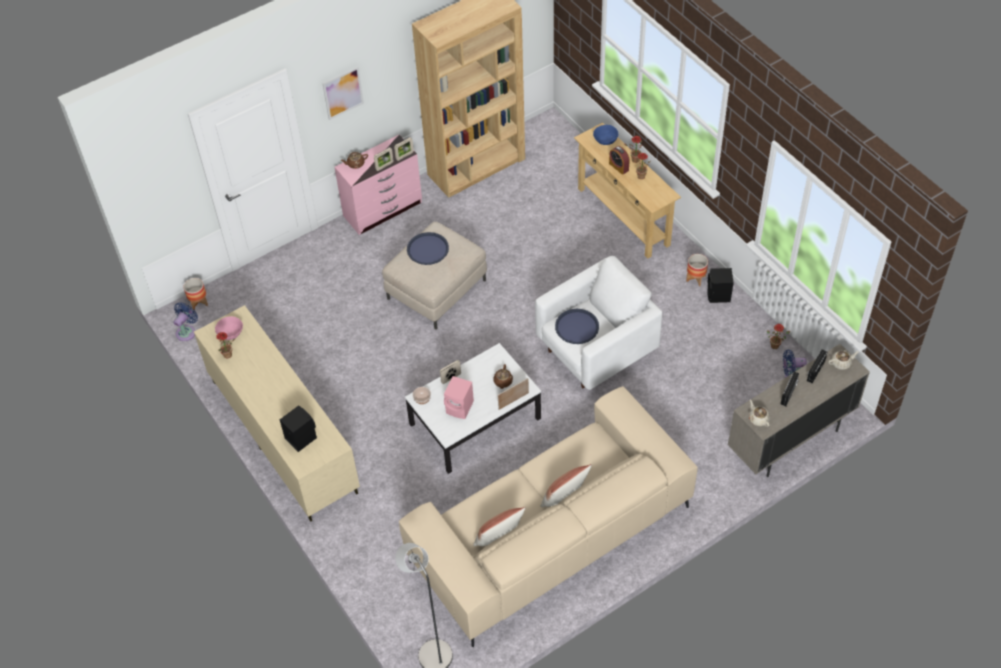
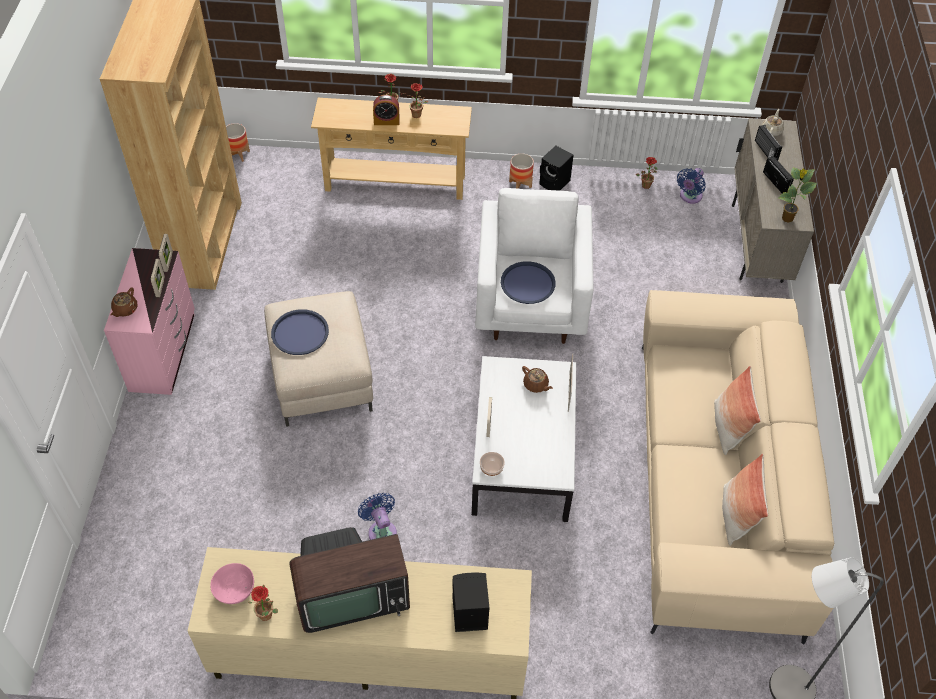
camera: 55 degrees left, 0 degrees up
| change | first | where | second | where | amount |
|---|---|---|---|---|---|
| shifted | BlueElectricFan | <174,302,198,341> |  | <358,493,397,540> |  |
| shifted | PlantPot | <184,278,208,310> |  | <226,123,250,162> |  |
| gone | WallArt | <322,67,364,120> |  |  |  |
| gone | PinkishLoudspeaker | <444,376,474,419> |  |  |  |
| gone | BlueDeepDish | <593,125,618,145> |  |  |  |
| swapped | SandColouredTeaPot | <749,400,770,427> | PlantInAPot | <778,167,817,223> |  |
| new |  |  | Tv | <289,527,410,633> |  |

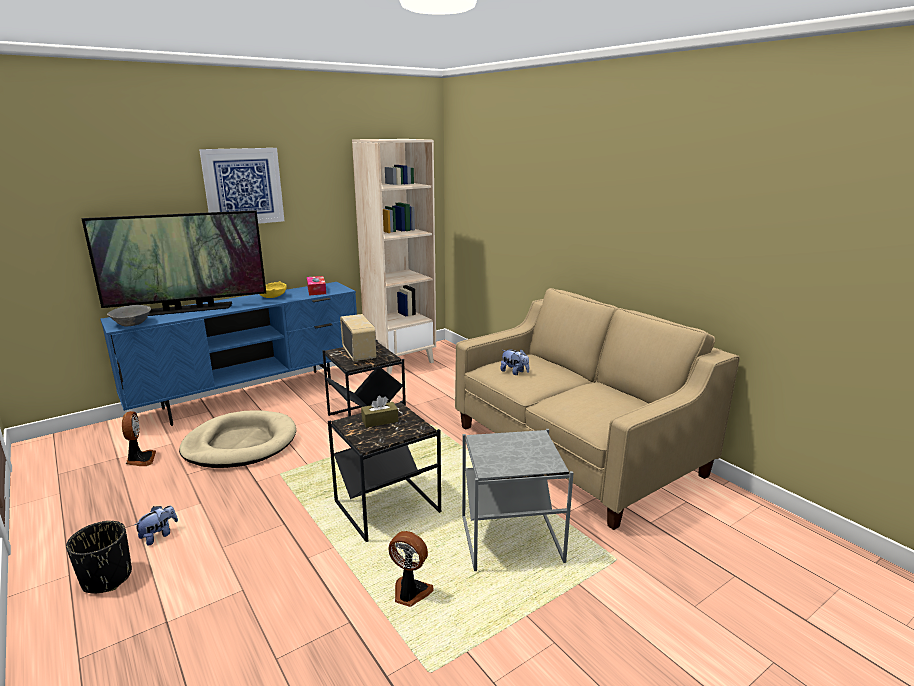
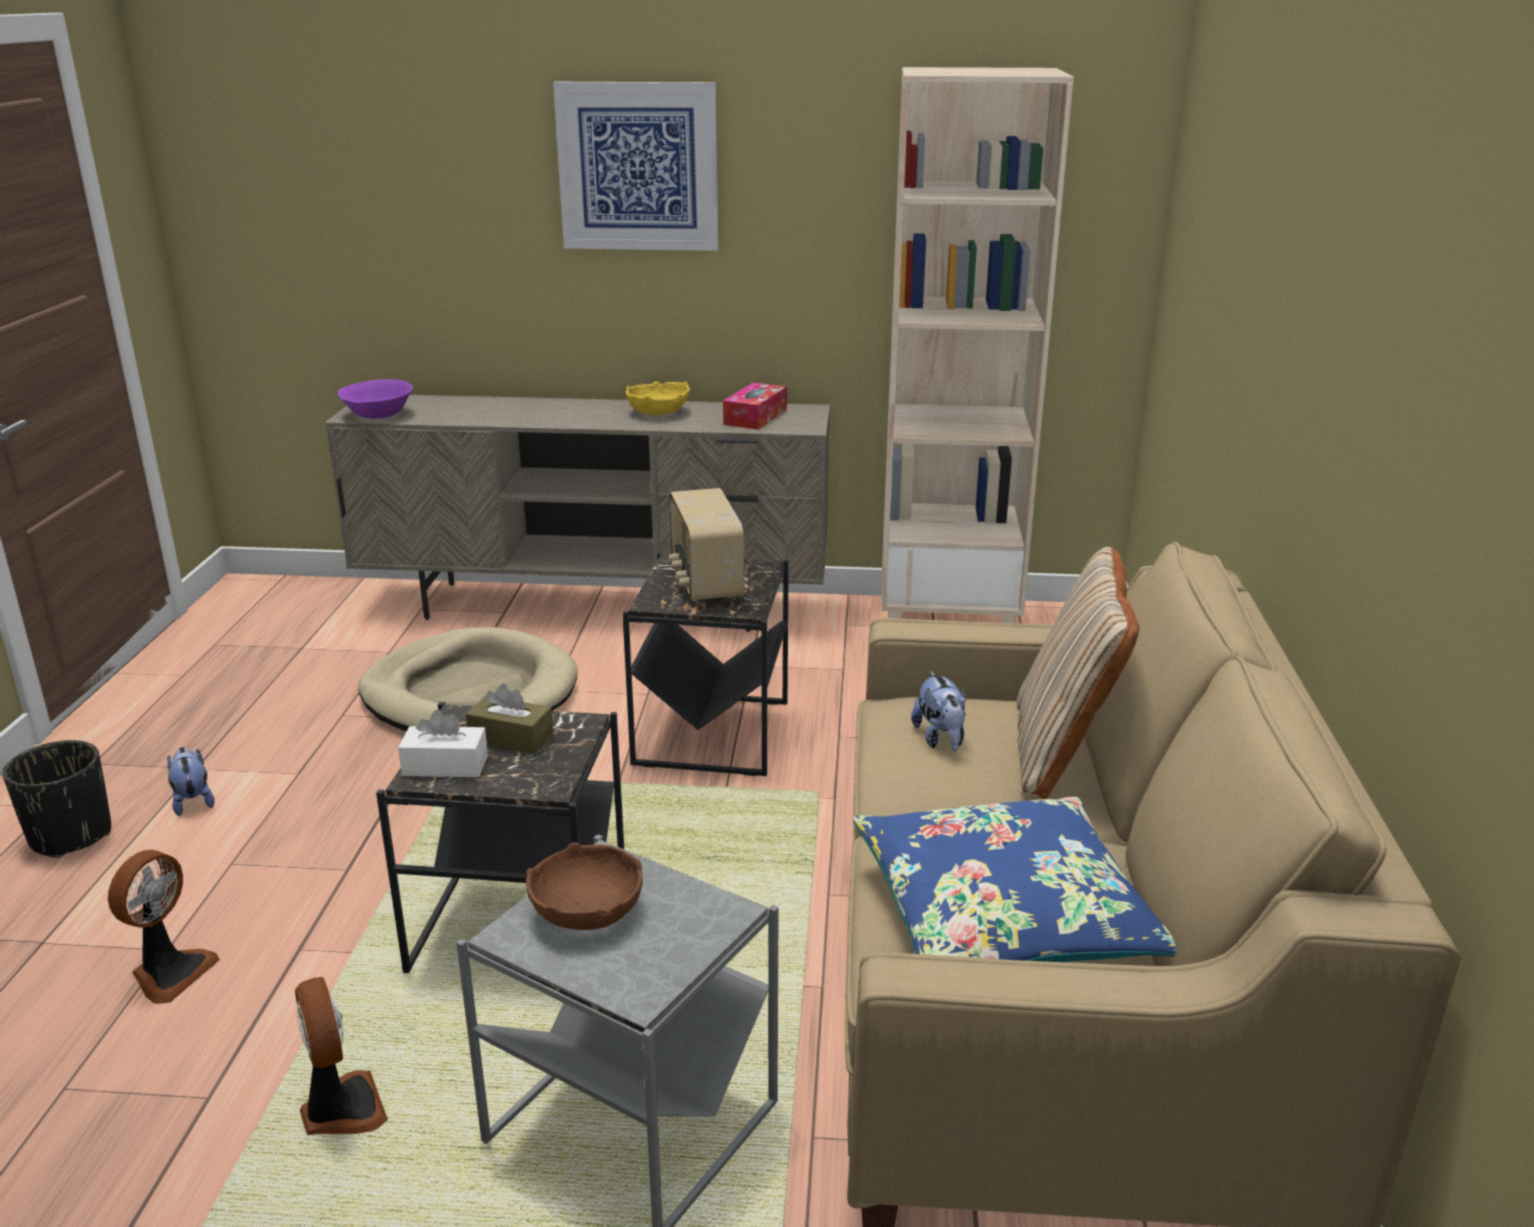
camera: 40 degrees right, 5 degrees up
| change | first | where | second | where | amount |
|---|---|---|---|---|---|
| gone | Tv | <82,210,266,316> |  |  |  |
| repainted | BlueTvUnit | <100,282,357,426> | SandColouredTvUnit | <325,395,830,632> |  |
| repainted | GreyDeepDish | <107,305,151,326> | PurpleDeepDish | <338,379,413,419> |  |
| shifted | ElectricFan | <122,411,156,466> |  | <108,850,220,1004> |  |
| rotated | CuddlyToy | <133,506,178,546> |  | <167,747,215,816> | 105 degrees counterclockwise |
| rotated | RadioReceiver | <340,314,377,362> |  | <668,488,744,601> | 150 degrees clockwise |
| new |  |  | WhitishTissueHolder | <398,710,488,777> |  |
| new |  |  | BrownDeepDish | <526,842,643,930> |  |
| new |  |  | BluePillow | <853,797,1176,962> |  |
| new |  |  | SandColouredPillow | <1017,546,1140,799> |  |

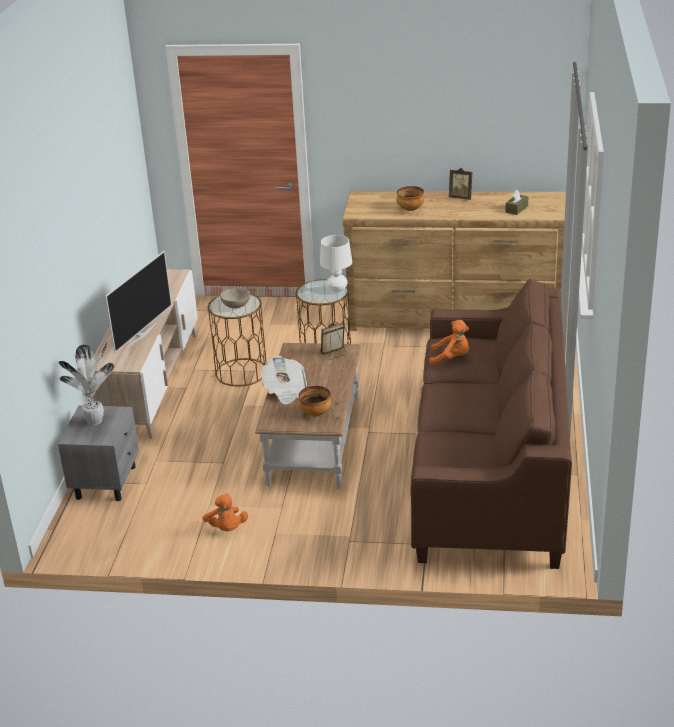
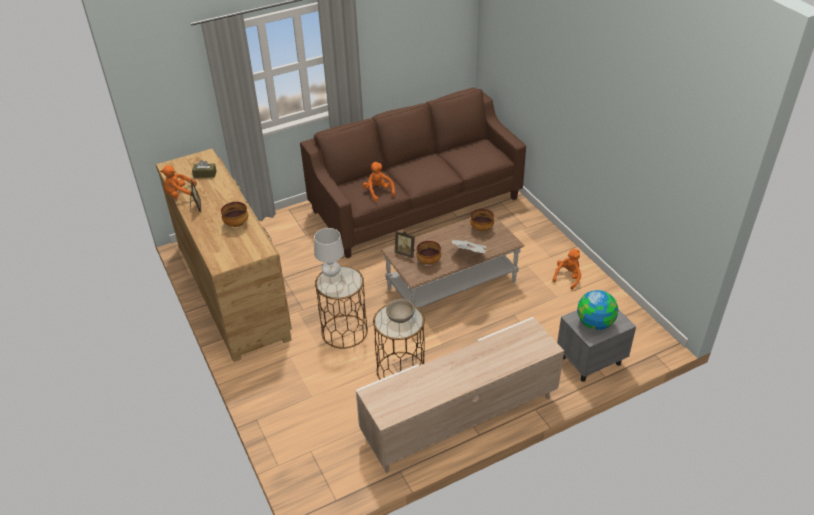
camera: 125 degrees left, 10 degrees up
| change | first | where | second | where | amount |
|---|---|---|---|---|---|
| swapped | PlantInAPot | <59,342,114,425> | DeskGlobe | <577,290,618,330> |  |
| gone | Tv | <105,251,172,353> |  |  |  |
| new |  |  | OrangeColouredCuddlyToy | <160,165,198,198> |  |
| new |  |  | DeepDish | <417,241,441,265> |  |

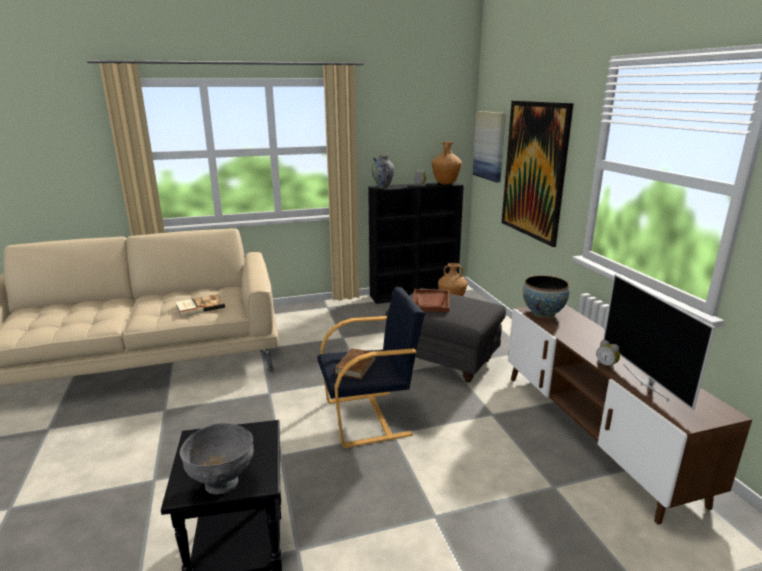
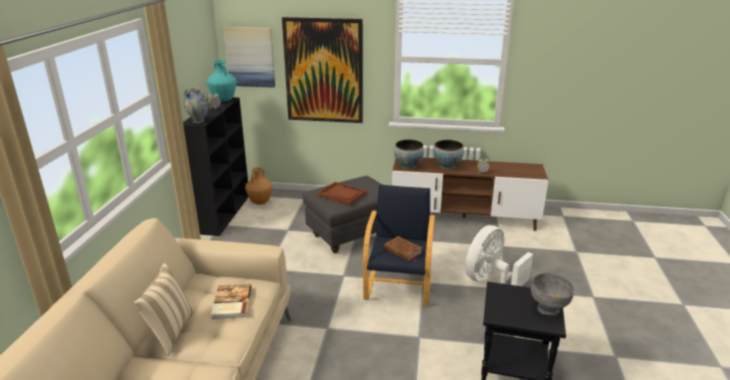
camera: 65 degrees left, 5 degrees up
| change | first | where | second | where | amount |
|---|---|---|---|---|---|
| repainted | BrownFlowerVase | <431,142,462,185> | TurquoiseFlowerVase | <206,60,237,102> |  |
| gone | Tv | <603,274,715,410> |  |  |  |
| new |  |  | SandColouredPillow | <134,263,194,356> |  |
| new |  |  | DeepDish | <434,140,464,169> |  |
| new |  |  | WhitishElectricFan | <465,225,533,286> |  |

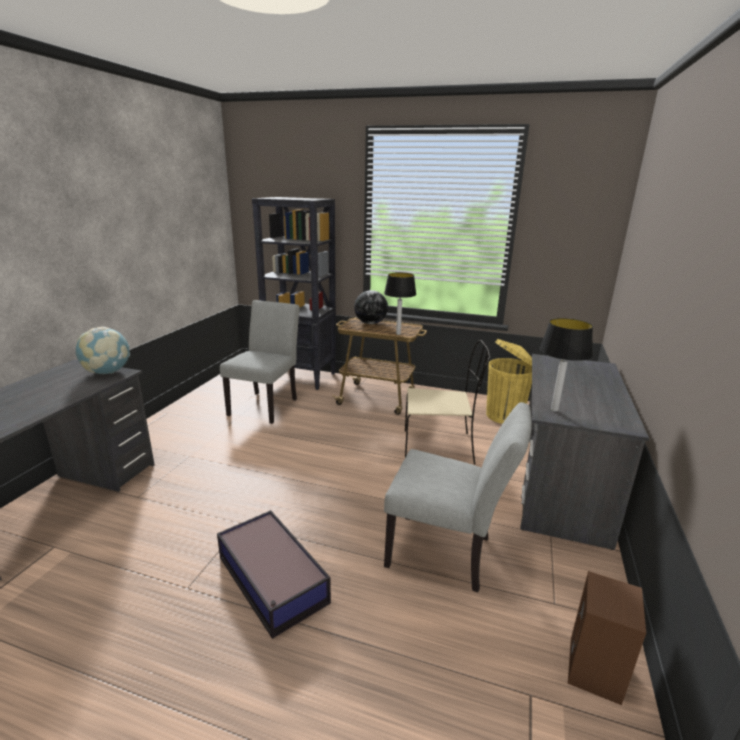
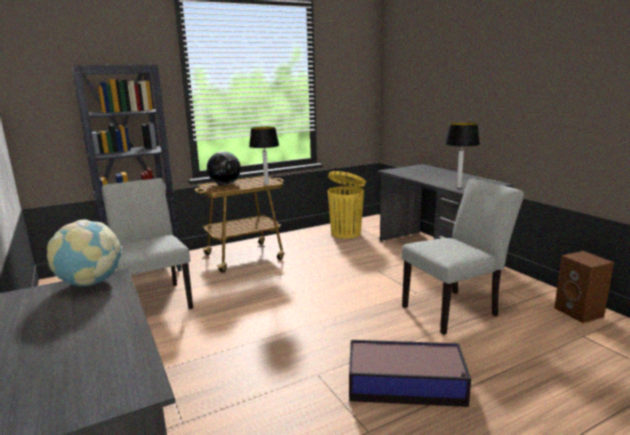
camera: 45 degrees left, 5 degrees down
| change | first | where | second | where | amount |
|---|---|---|---|---|---|
| gone | SandColouredPlainChair | <405,340,490,465> |  |  |  |

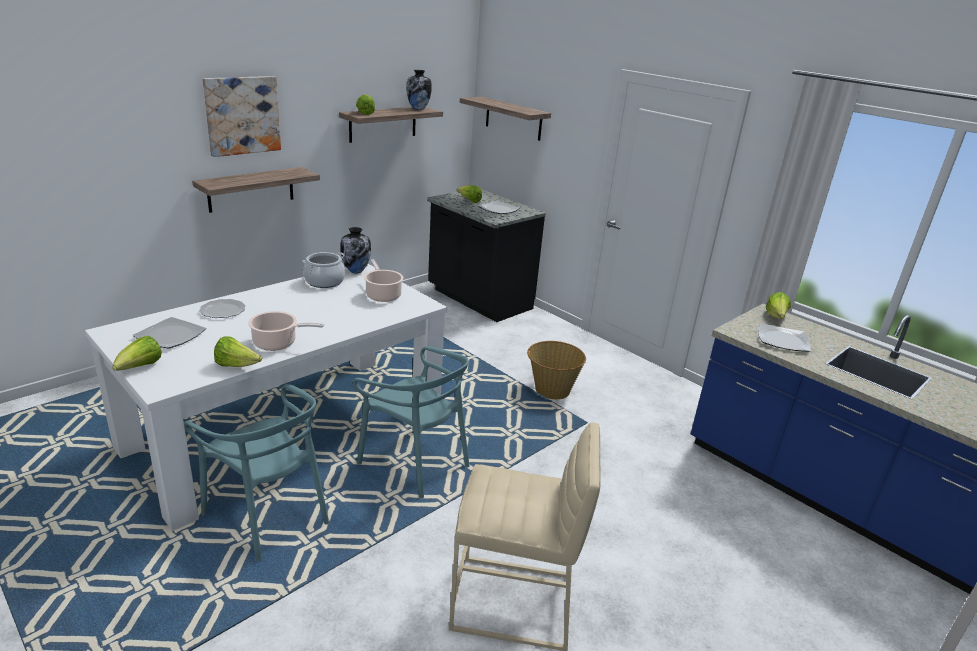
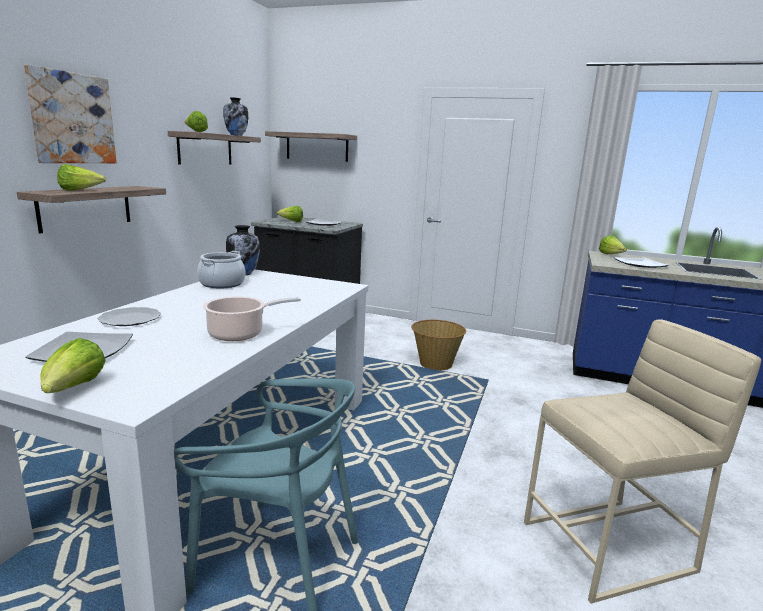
camera: 25 degrees left, 10 degrees down
| change | first | where | second | where | amount |
|---|---|---|---|---|---|
| shifted | LettuceHead | <214,336,262,367> |  | <57,164,106,191> |  |
| gone | TurquoisePlainChair | <353,346,470,499> |  |  |  |
| gone | CookingPot | <364,259,403,302> |  |  |  |

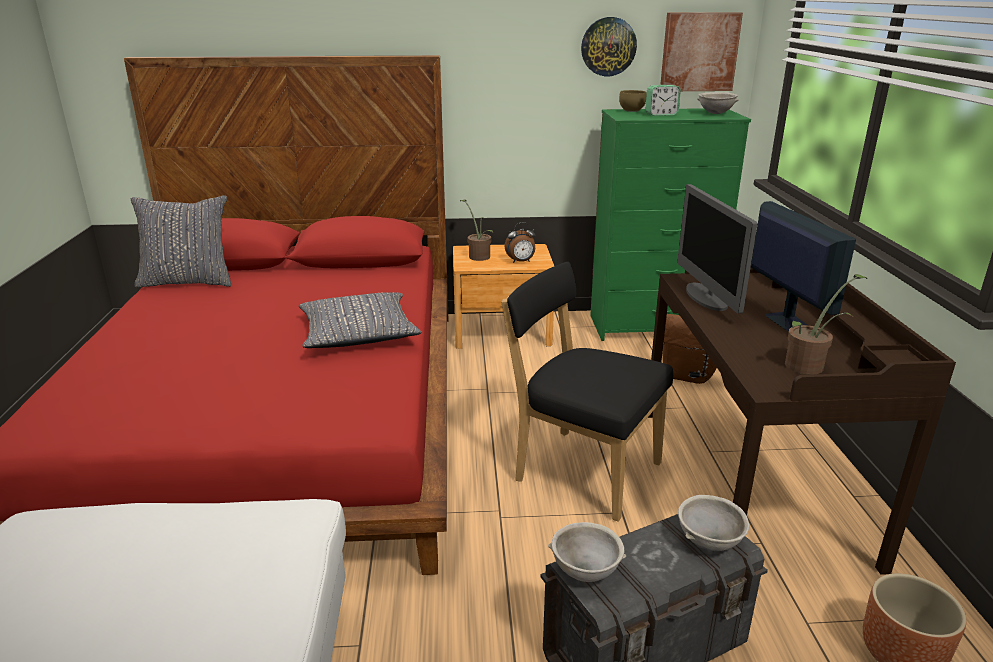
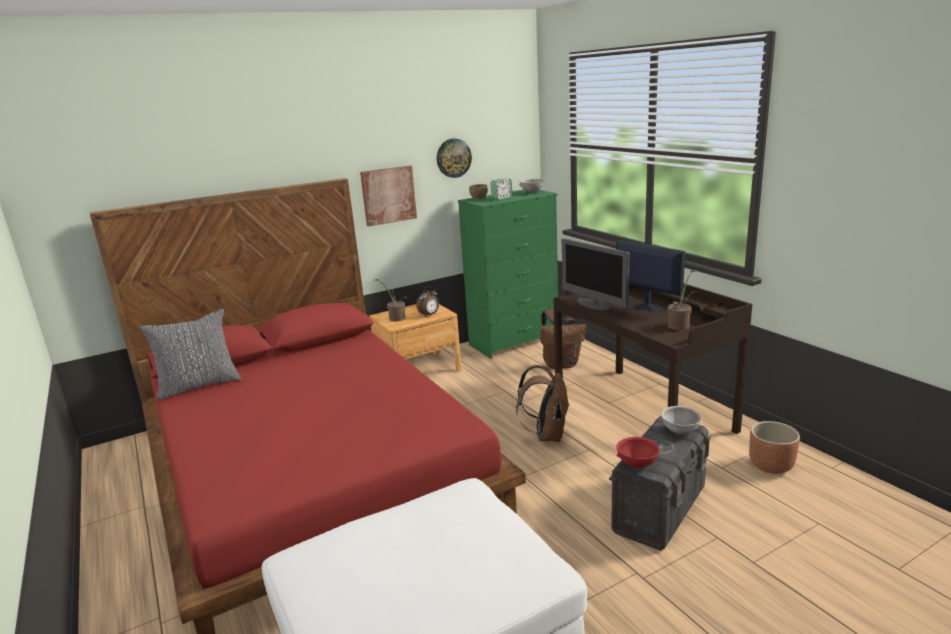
camera: 25 degrees left, 5 degrees down
| change | first | where | second | where | amount |
|---|---|---|---|---|---|
| gone | GreyPillow | <299,293,421,348> |  |  |  |
| swapped | BlackishPlainChair | <501,262,673,522> | BrownBackpack | <516,365,569,442> |  |
| repainted | GreyDeepDish | <548,522,626,582> | ReddishDeepDish | <616,437,660,468> |  |
| shifted | WallArt | <660,12,743,91> |  | <360,166,417,227> |  |

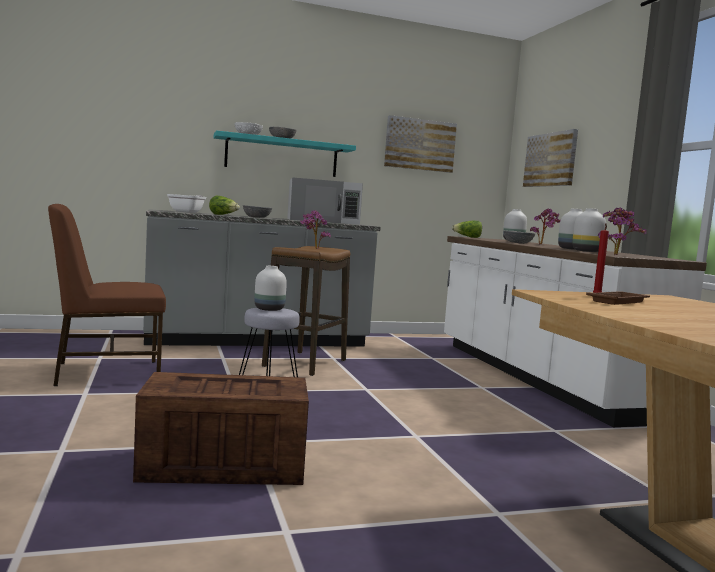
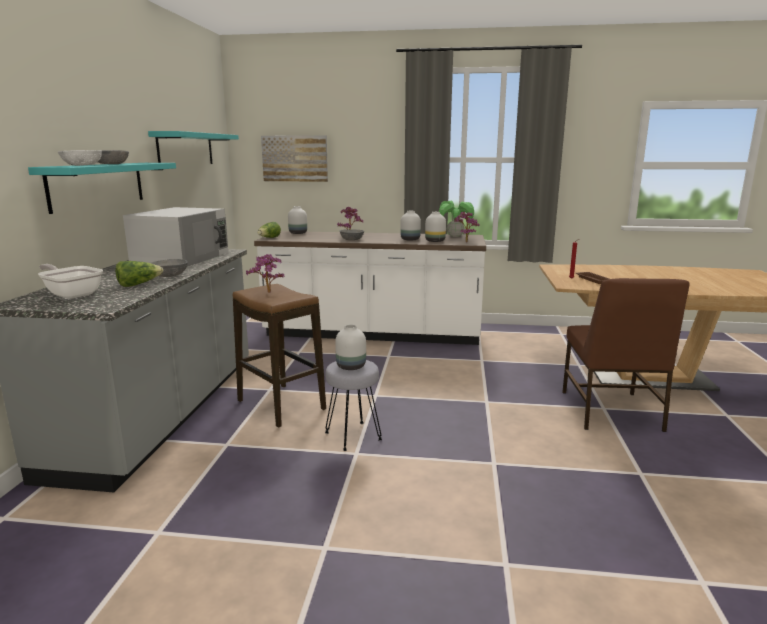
camera: 65 degrees left, 10 degrees up
| change | first | where | second | where | amount |
|---|---|---|---|---|---|
| shifted | BrownPlainChair | <48,204,166,386> |  | <562,278,690,432> |  |
| gone | PackingCrate | <133,372,309,485> |  |  |  |
| swapped | WallArt | <384,115,457,173> | TurquoiseBracketShelf | <148,131,239,164> |  |
| new |  |  | PlantInAPot | <439,201,474,237> |  |

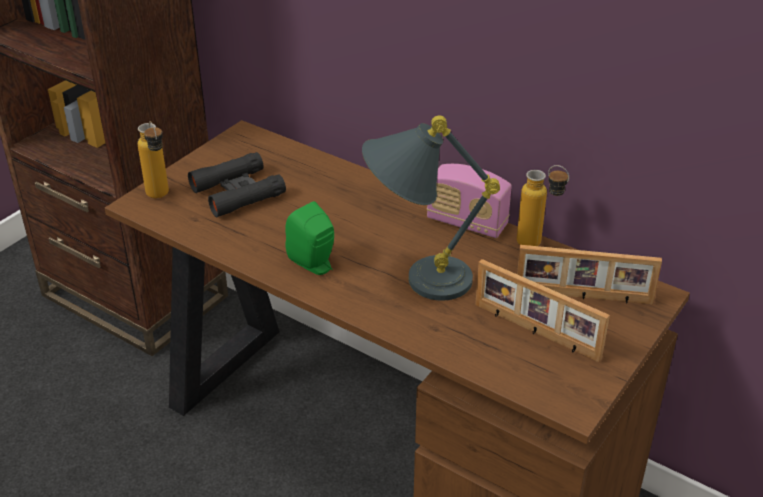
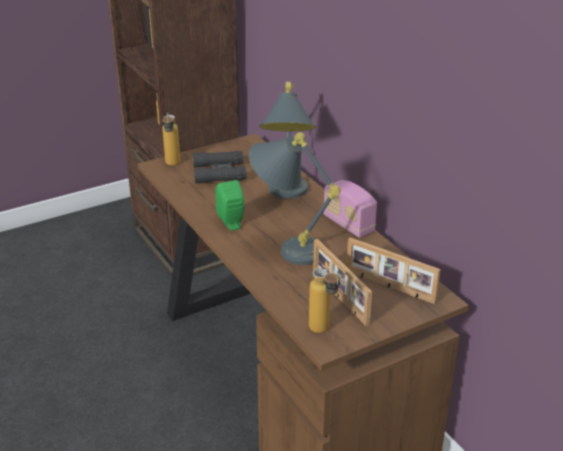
camera: 25 degrees right, 5 degrees down
| change | first | where | second | where | amount |
|---|---|---|---|---|---|
| shifted | Bottle | <517,165,569,246> |  | <309,268,340,333> |  |
| new |  |  | GreyTabletopLamp | <259,82,316,199> |  |

